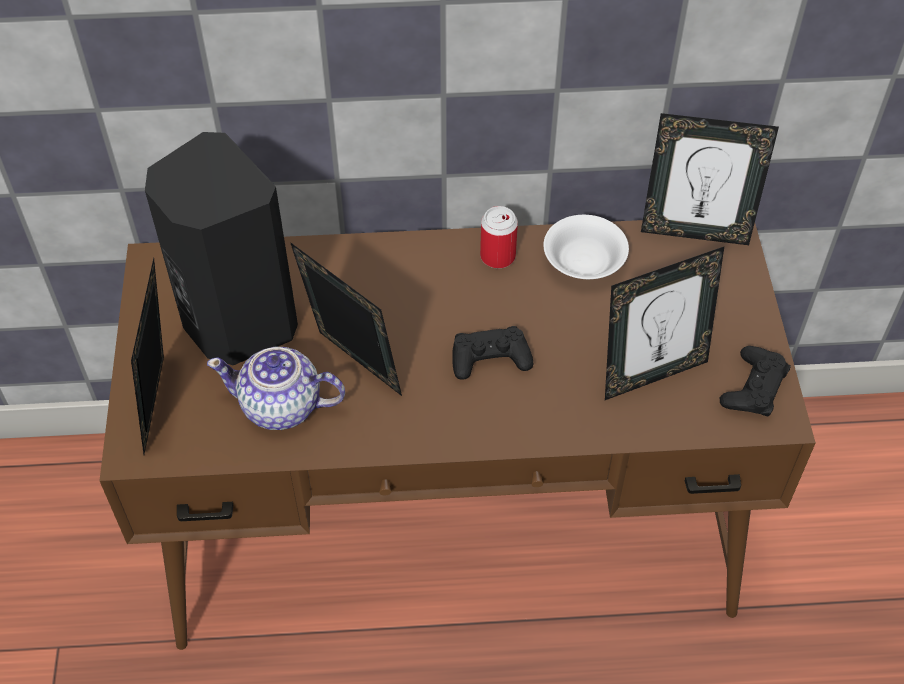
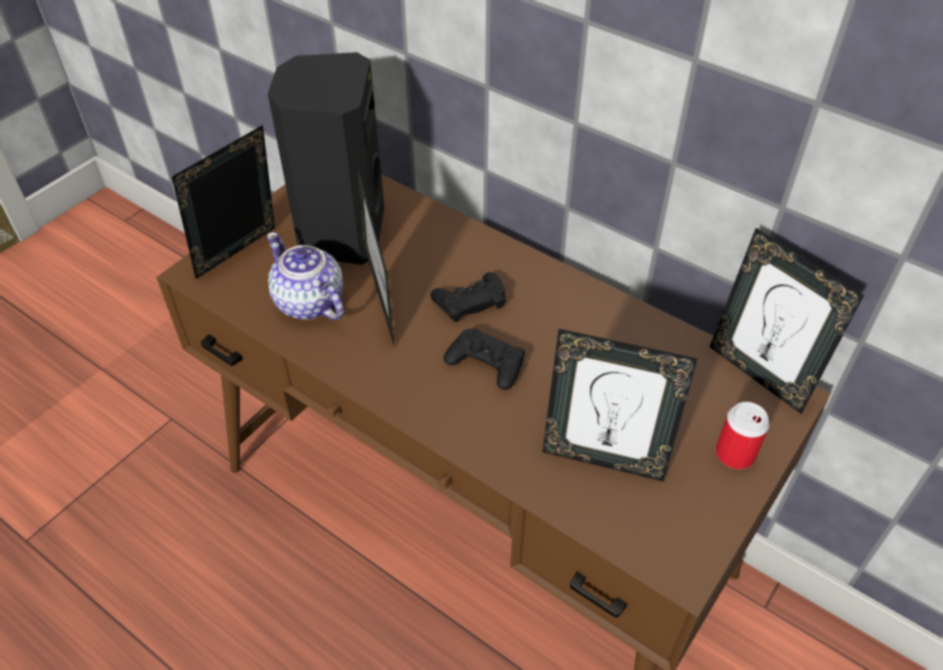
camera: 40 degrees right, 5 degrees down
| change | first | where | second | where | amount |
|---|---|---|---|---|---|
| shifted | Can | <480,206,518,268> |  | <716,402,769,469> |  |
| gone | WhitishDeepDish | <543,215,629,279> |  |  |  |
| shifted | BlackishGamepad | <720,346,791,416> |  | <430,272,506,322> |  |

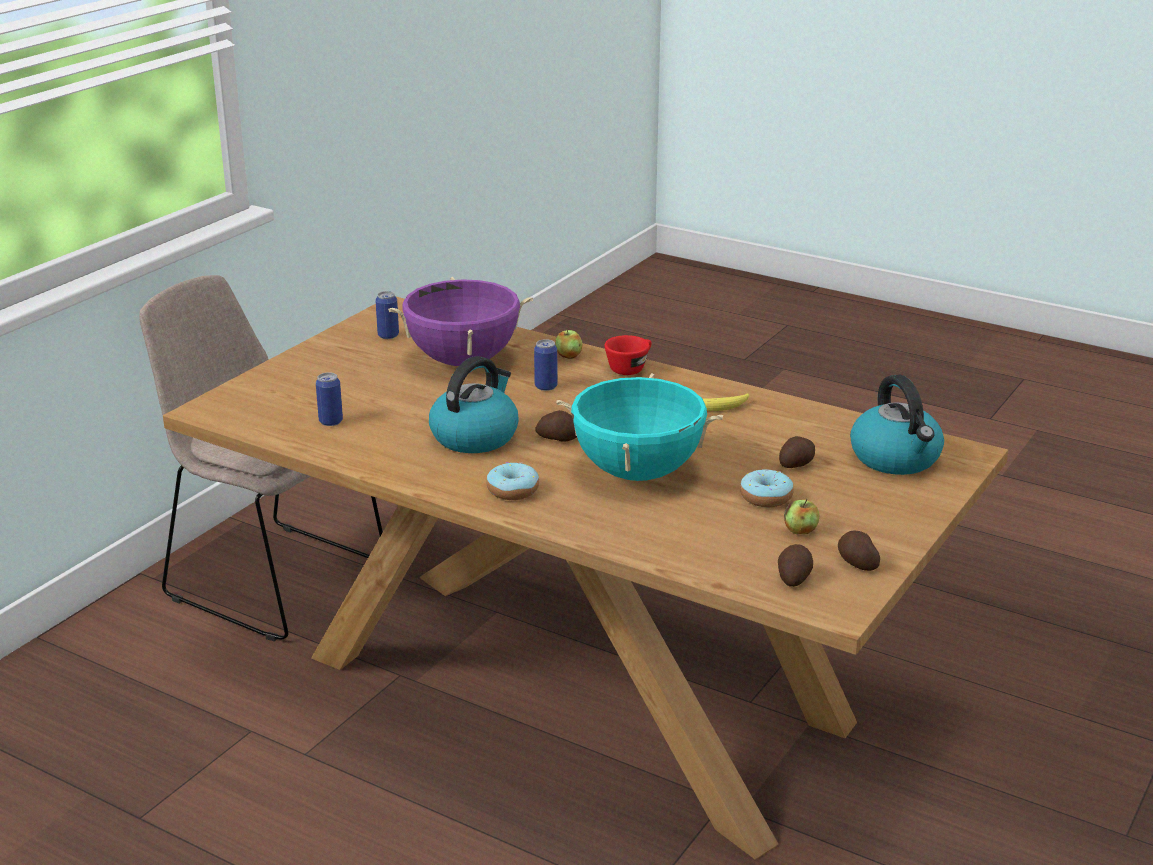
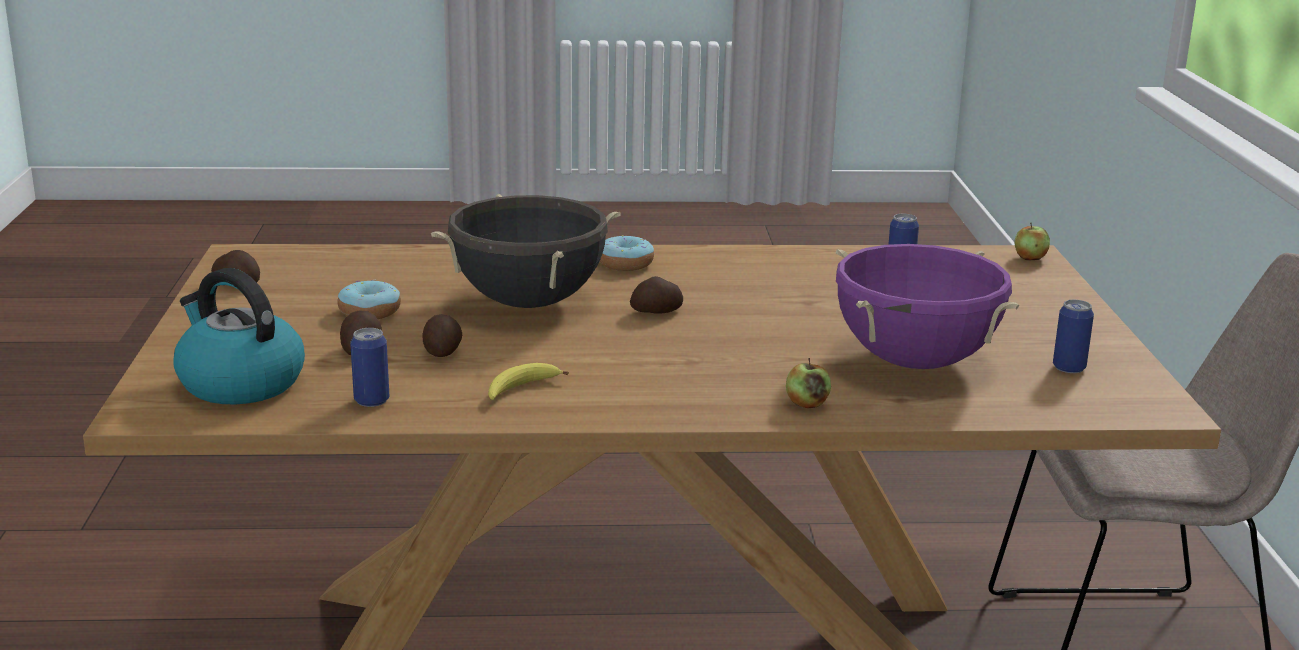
camera: 145 degrees right, 5 degrees down
| change | first | where | second | where | amount |
|---|---|---|---|---|---|
| gone | Kettle | <429,356,519,453> |  |  |  |
| shifted | Can | <534,339,558,391> |  | <350,328,389,407> |  |
| repainted | TurquoiseCookingPot | <557,373,723,481> | BlackishCookingPot | <431,194,621,308> |  |
| gone | ReddishDrinkingCup | <604,335,651,375> |  |  |  |
| shifted | Spud | <778,544,813,587> |  | <422,314,462,357> |  |
| shifted | Apple | <784,499,819,534> |  | <1014,223,1050,261> |  |

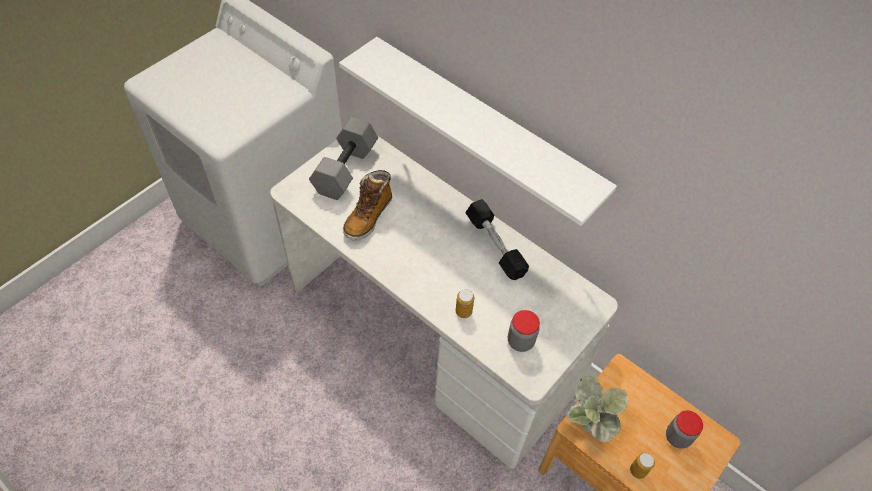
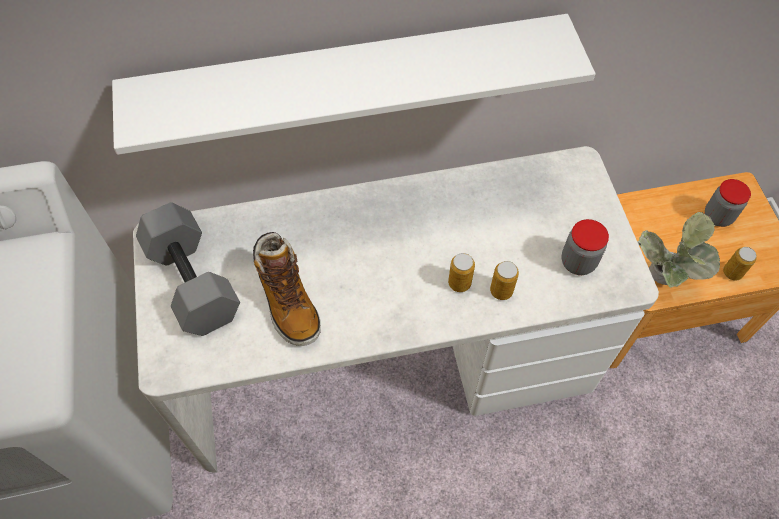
camera: 50 degrees left, 5 degrees up
| change | first | where | second | where | amount |
|---|---|---|---|---|---|
| gone | BlackishFreeWeight | <466,199,529,280> |  |  |  |
| new |  |  | Can | <448,253,475,292> |  |

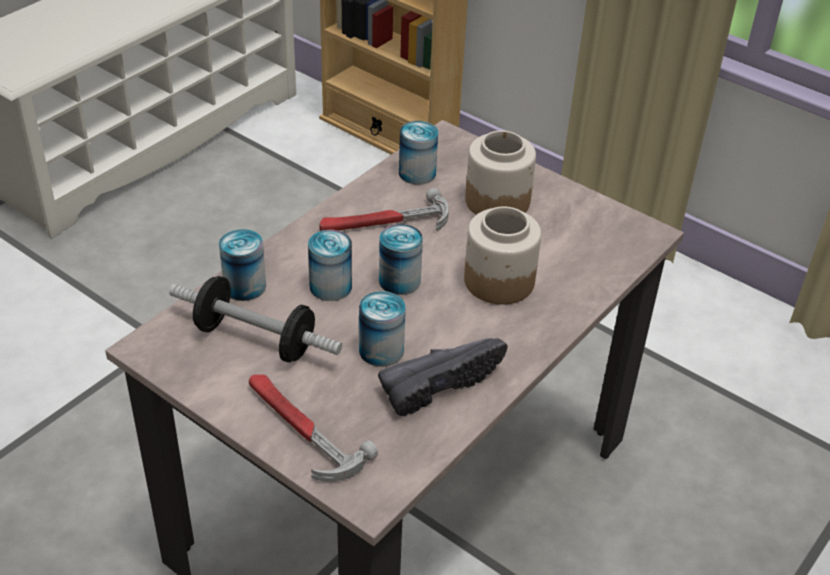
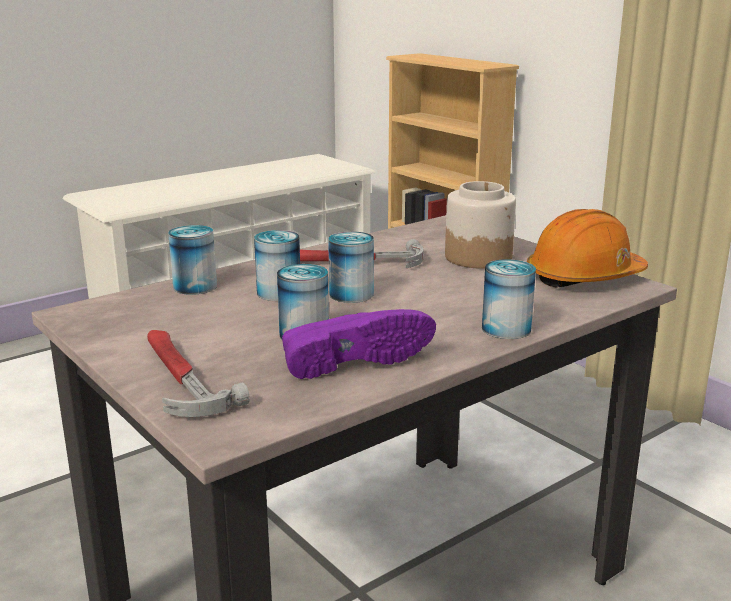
camera: 15 degrees right, 20 degrees down
| change | first | where | second | where | amount |
|---|---|---|---|---|---|
| gone | FreeWeight | <169,276,342,362> |  |  |  |
| repainted | BlackishItemOfFootwear | <378,338,508,416> | PurpleItemOfFootwear | <282,309,436,379> |  |
| shifted | Can | <399,121,438,185> |  | <482,259,536,339> |  |
| gone | Jar | <464,206,541,305> |  |  |  |
| new |  |  | OrangeColouredHardHat | <527,209,648,288> |  |

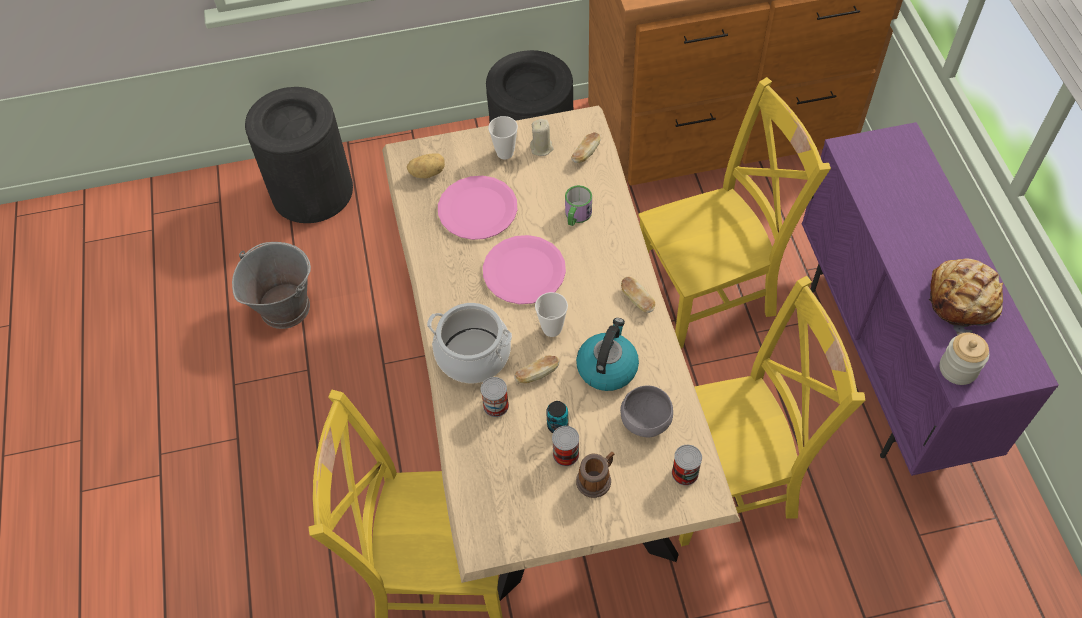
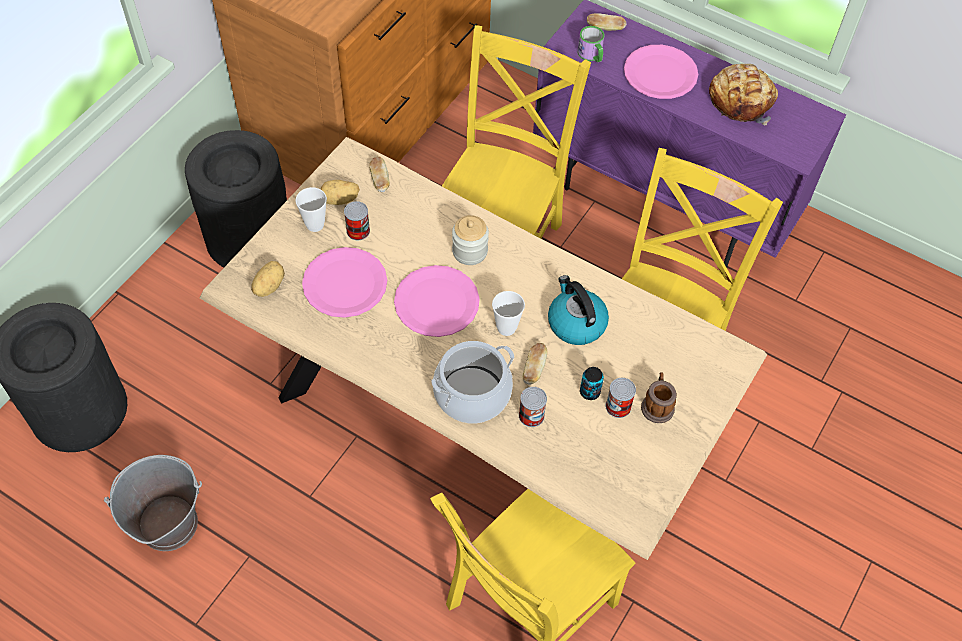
camera: 50 degrees left, 0 degrees up
| change | first | where | second | where | amount |
|---|---|---|---|---|---|
| swapped | SandColouredWaxLight | <530,119,554,156> | Spud | <321,180,360,205> |  |
| shifted | CoffeeMug | <565,185,592,226> |  | <578,26,604,62> |  |
| gone | GreyDeepDish | <620,386,673,437> |  |  |  |
| shifted | Bread | <621,276,655,313> |  | <587,13,627,31> |  |
| shifted | Can | <672,445,702,486> |  | <344,201,370,240> |  |
| shifted | Jar | <940,333,989,385> |  | <452,215,489,265> |  |
| new |  |  | PinkishPlate | <624,45,698,99> |  |

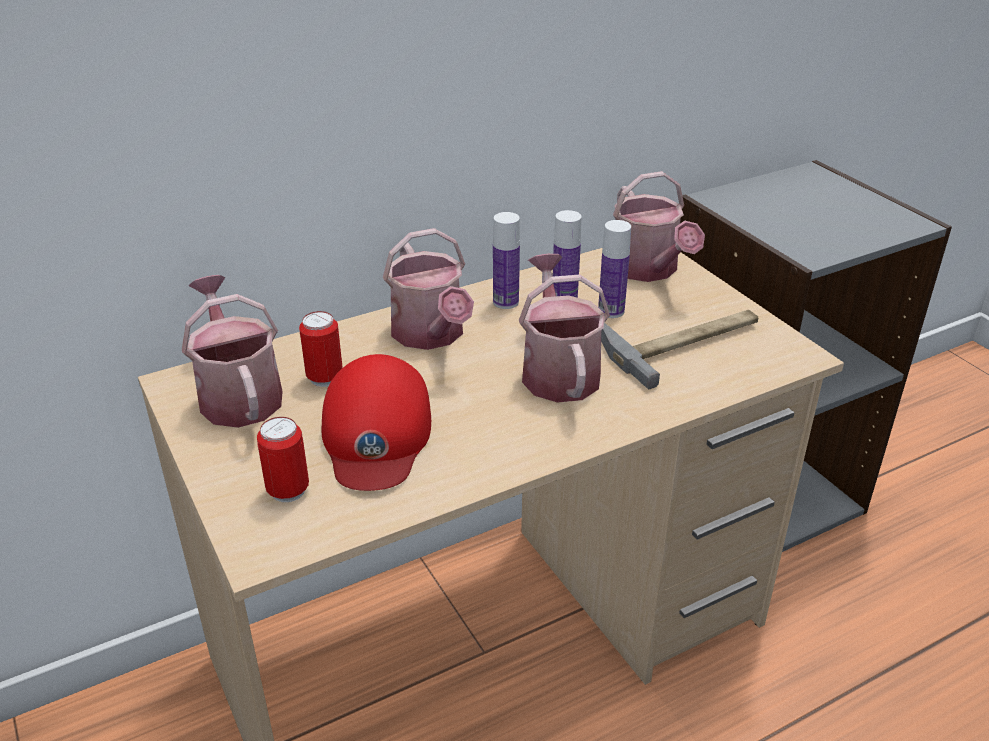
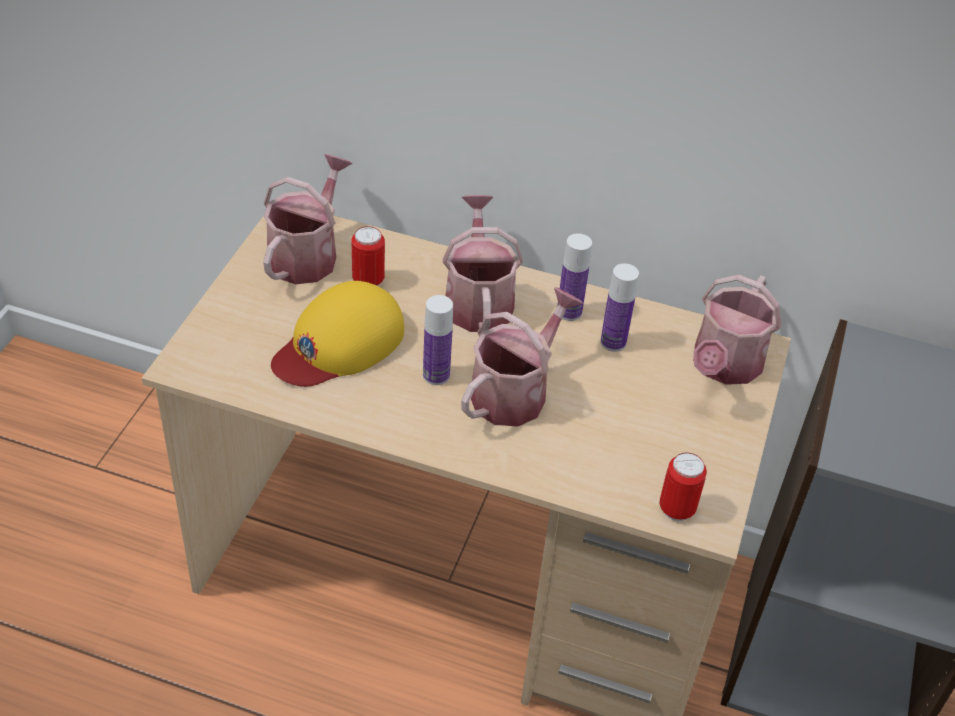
camera: 45 degrees right, 10 degrees up
| change | first | where | second | where | amount |
|---|---|---|---|---|---|
| shifted | Can | <257,417,309,502> |  | <659,452,707,521> |  |
| repainted | ReddishPeakedCap | <322,354,431,491> | YellowColouredPeakedCap | <271,281,404,387> |  |
| rotated | WateringPot | <383,228,474,350> |  | <442,195,523,332> | 150 degrees clockwise |
| shifted | Bottle | <598,220,631,318> |  | <423,295,453,385> |  |
| gone | HandHammer | <601,310,758,389> |  |  |  |

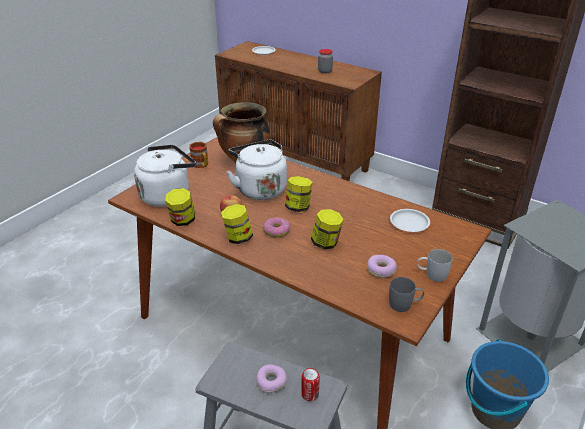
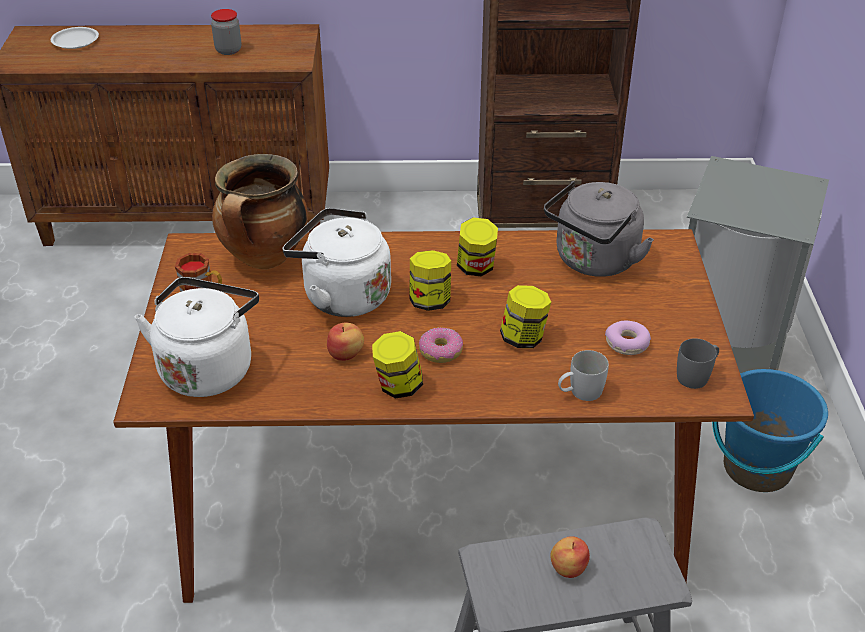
camera: 35 degrees left, 5 degrees up
| change | first | where | second | where | amount |
|---|---|---|---|---|---|
| shifted | Jar | <165,188,195,226> |  | <457,218,498,277> |  |
| swapped | RingDoughnut | <256,364,287,393> | Apple | <550,536,590,578> |  |
| gone | Can | <301,368,320,402> |  |  |  |
| swapped | WhitishPlate | <390,209,430,232> | GreyKettle | <544,181,654,277> |  |
| shifted | WhitishCoffeeMug | <417,249,453,282> |  | <558,350,609,401> |  |

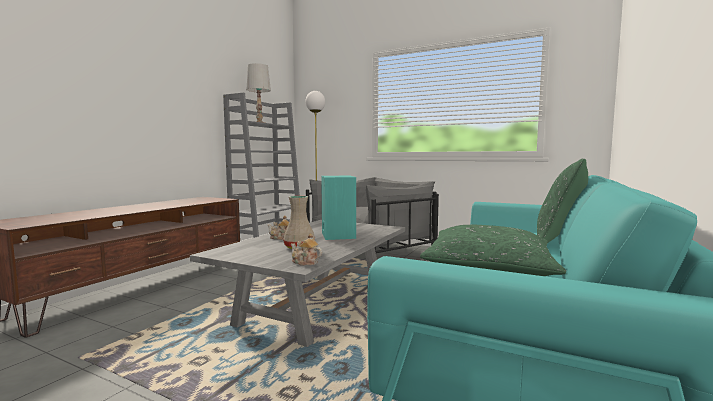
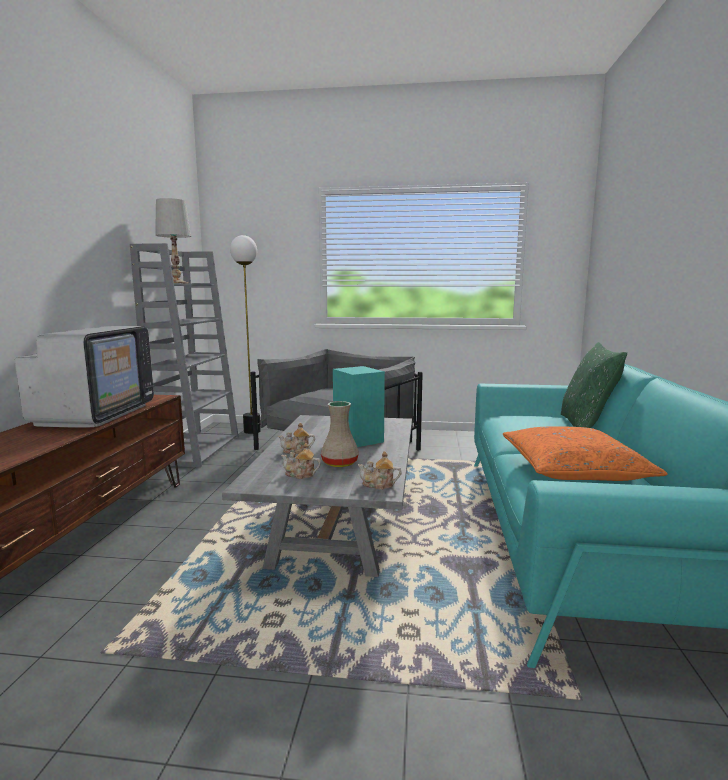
camera: 20 degrees left, 5 degrees up
| change | first | where | second | where | amount |
|---|---|---|---|---|---|
| repainted | GreenPillow | <420,224,566,276> | OrangeColouredPillow | <503,426,668,481> |  |
| new |  |  | Tv | <15,326,154,428> |  |
| new |  |  | TeaPot | <281,443,321,479> |  |

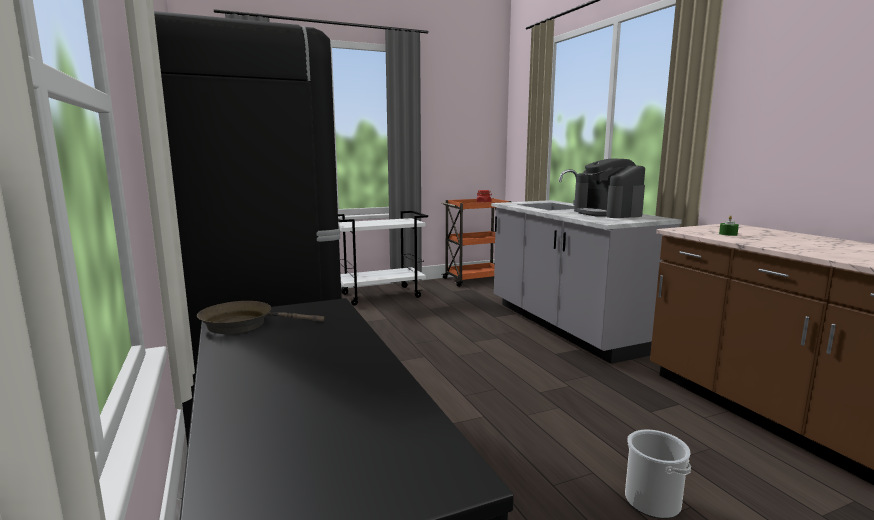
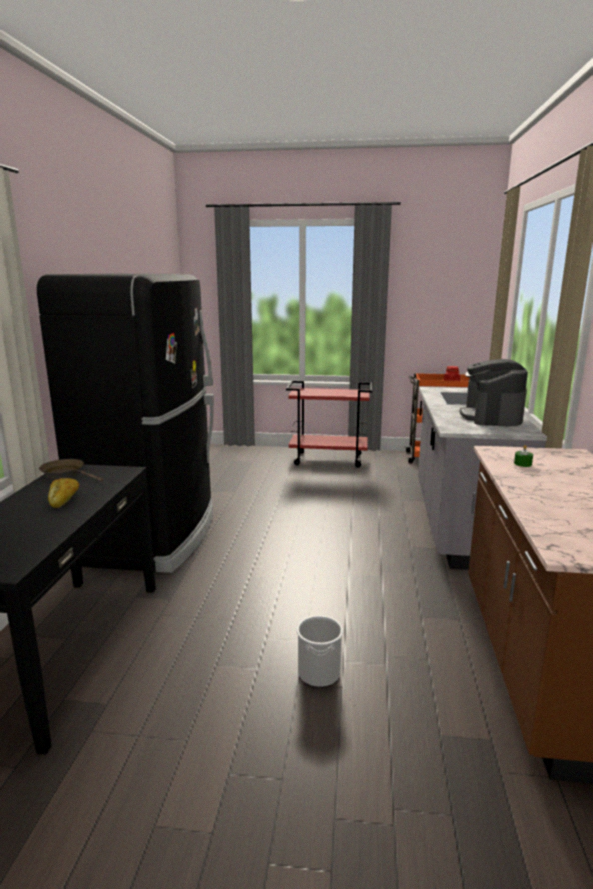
camera: 30 degrees right, 5 degrees up
| change | first | where | second | where | amount |
|---|---|---|---|---|---|
| repainted | WhitishCart | <338,211,428,306> | ReddishCart | <286,381,372,468> |  |
| new |  |  | Bread | <48,478,79,508> |  |

